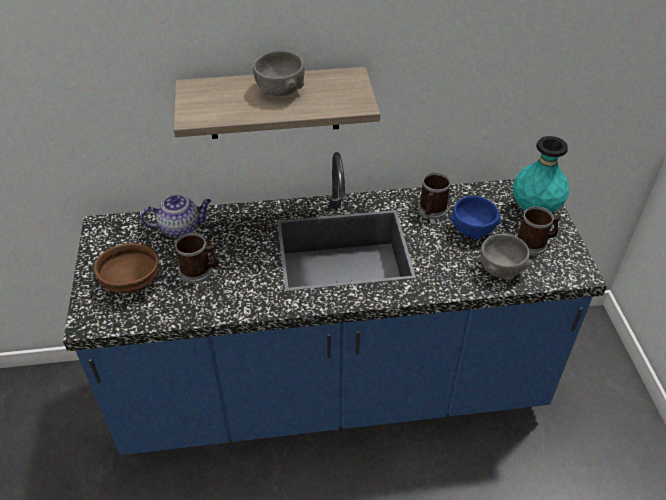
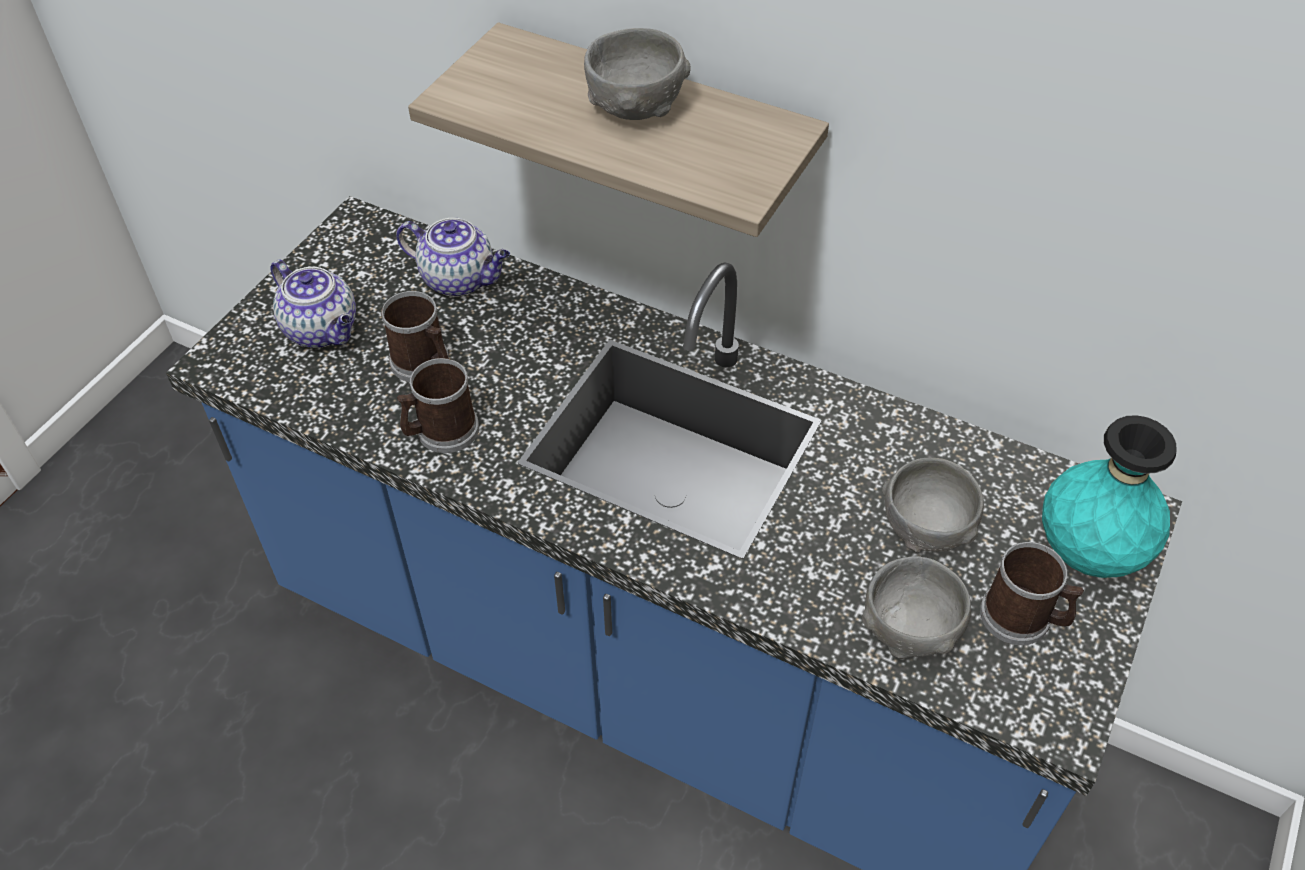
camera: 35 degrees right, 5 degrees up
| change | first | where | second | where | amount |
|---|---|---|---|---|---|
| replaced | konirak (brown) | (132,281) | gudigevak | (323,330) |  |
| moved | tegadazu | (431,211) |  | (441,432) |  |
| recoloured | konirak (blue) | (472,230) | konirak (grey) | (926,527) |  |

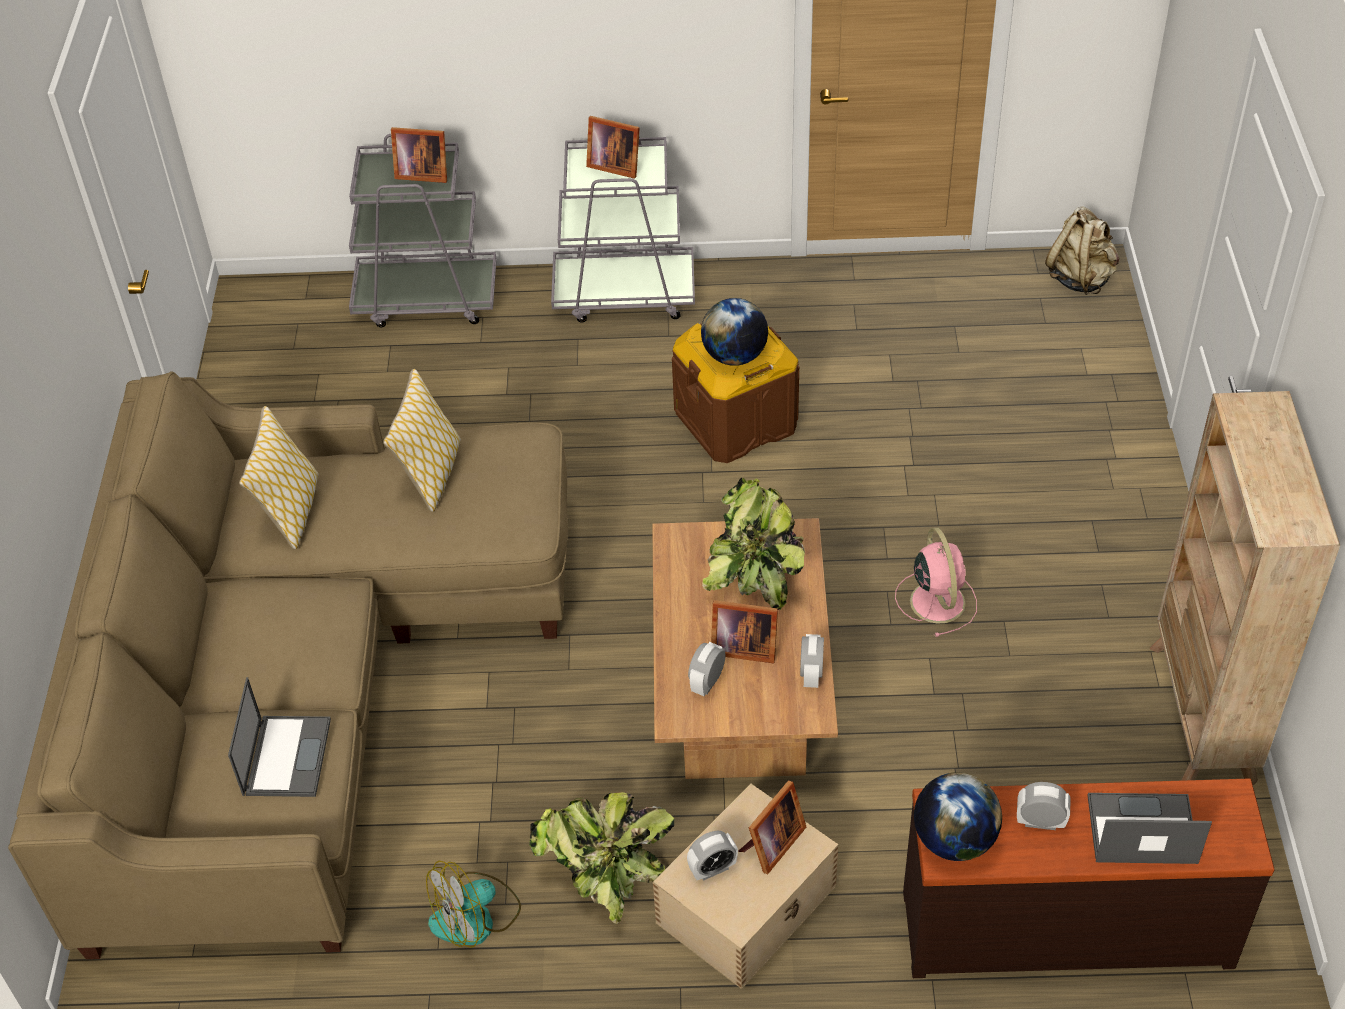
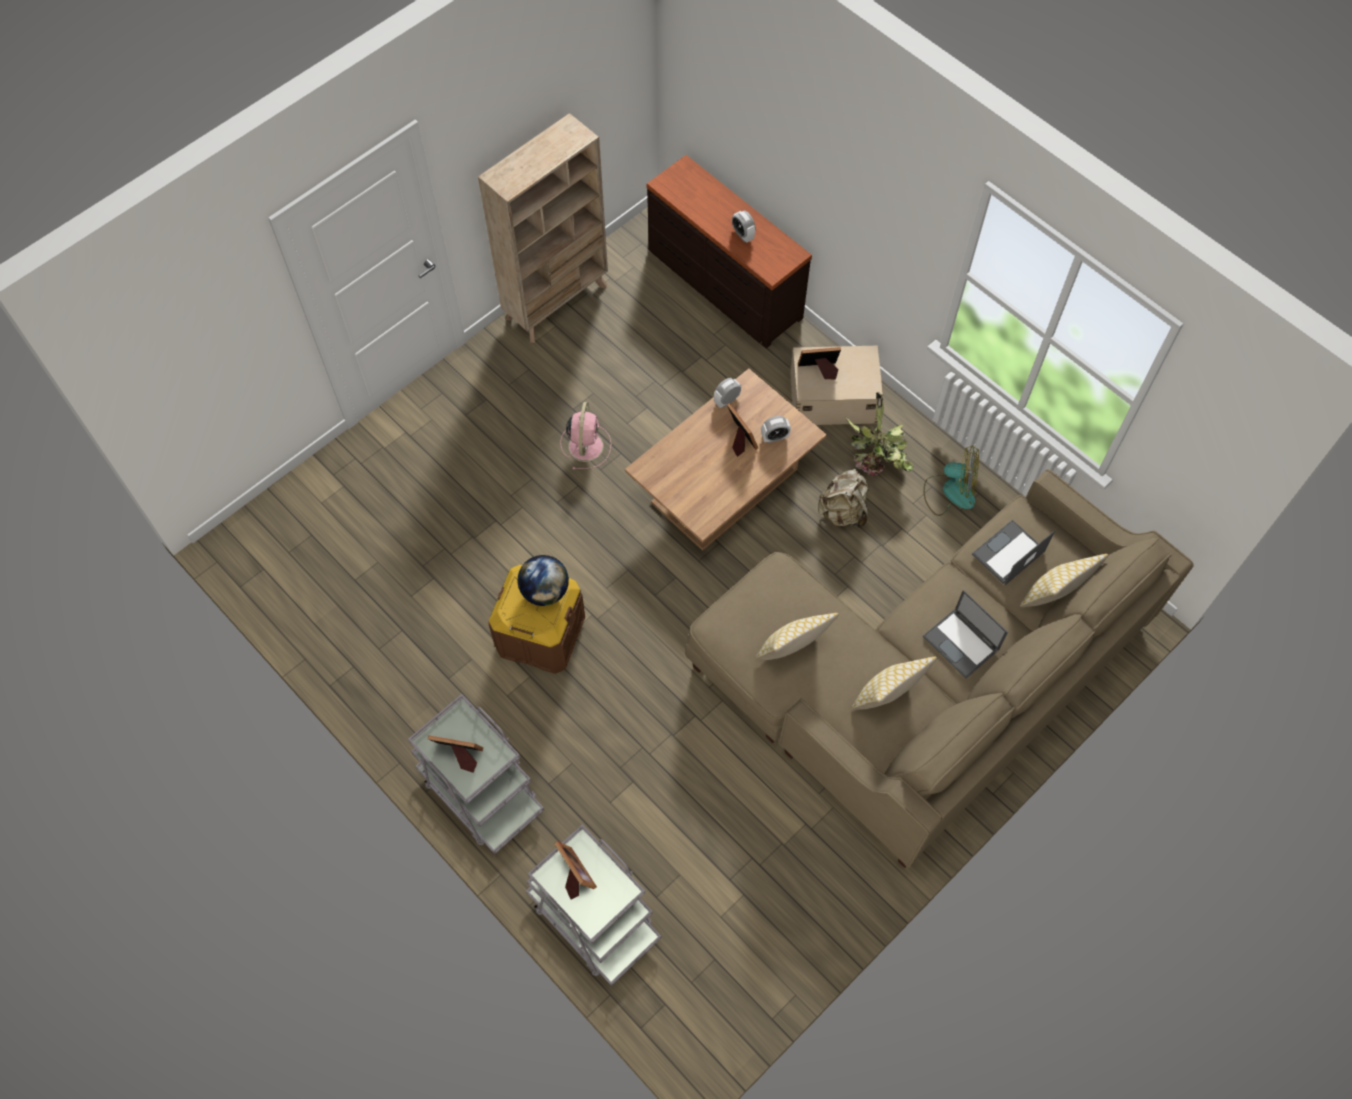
camera: 135 degrees left, 15 degrees up
| change | first | where | second | where | amount |
|---|---|---|---|---|---|
| turned | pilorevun | (613,165) |  | (460,755) | 60 degrees counterclockwise |
| turned | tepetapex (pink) | (936,600) |  | (586,445) | 150 degrees clockwise |
| moved | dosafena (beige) | (1080,278) |  | (843,512) |  |
| moved | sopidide | (1140,830) |  | (961,643) |  |
| added |  |  | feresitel | (1054,595) |  |
| removed | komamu | (712,869) |  |  |  |
| removed | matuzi | (755,571) |  |  |  |
| removed | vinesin | (954,840) |  |  |  |

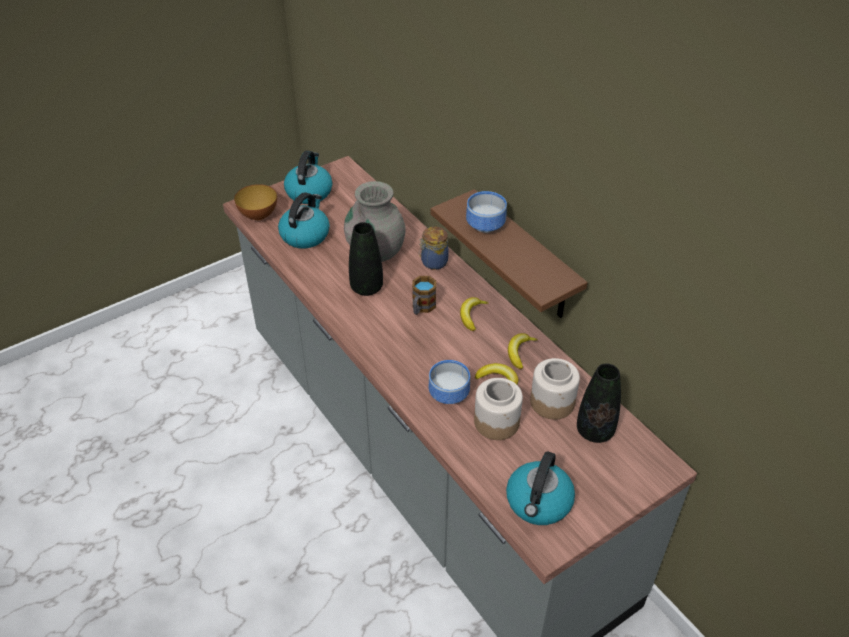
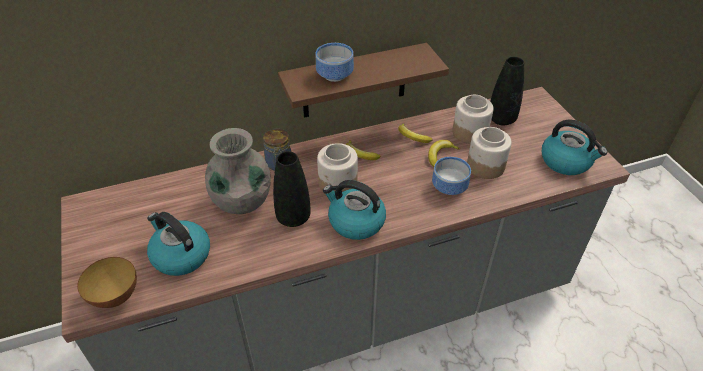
camera: 75 degrees left, 0 degrees up
| change | first | where | second | where | amount |
|---|---|---|---|---|---|
| replaced | tegadazu | (422,308) | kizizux | (338,183) |  |
| moved | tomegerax | (309,192) |  | (355,222) |  |

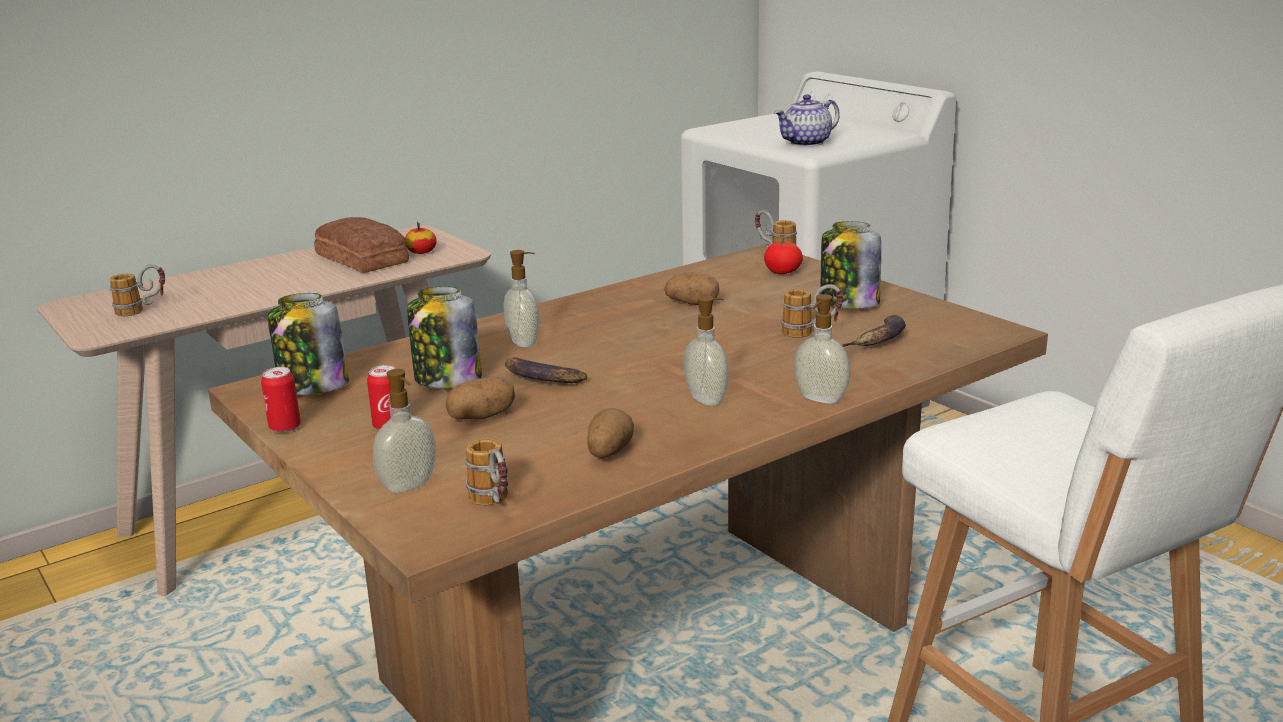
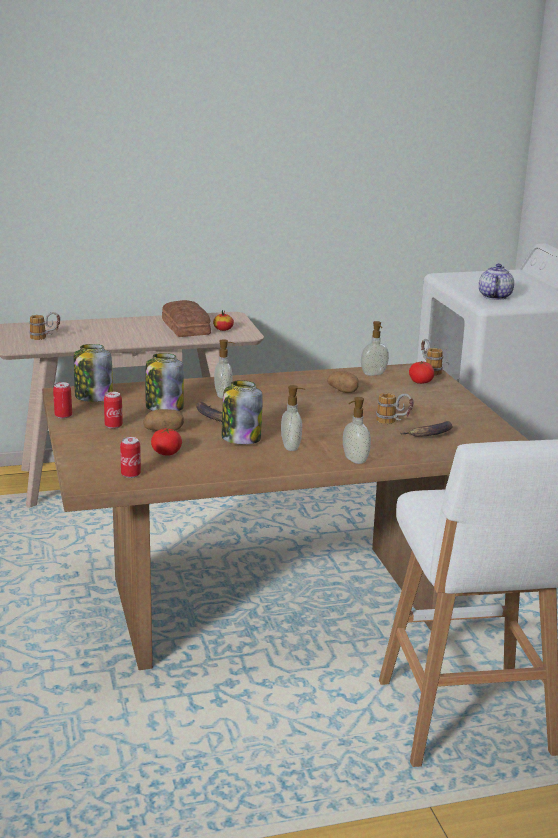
camera: 20 degrees right, 0 degrees up
| change | first | where | second | where | amount |
|---|---|---|---|---|---|
| replaced | tegadazu | (494,504) | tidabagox | (131,474) |  |
| added |  |  | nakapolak | (166,453) |  |
| moved | kizizux | (848,303) |  | (240,438) |  |
| moved | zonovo | (409,486) |  | (374,374) |  |
| turned | gudigevak | (806,143) |  | (494,296) | 120 degrees clockwise |
| removed | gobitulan | (608,452) |  |  |  |

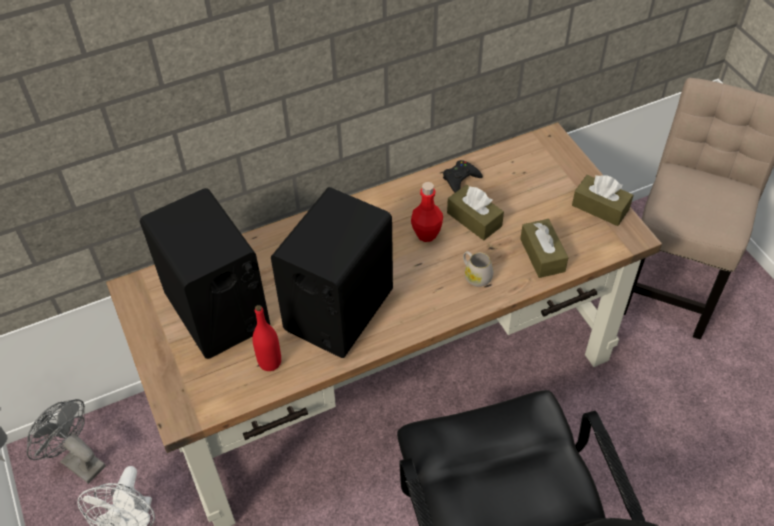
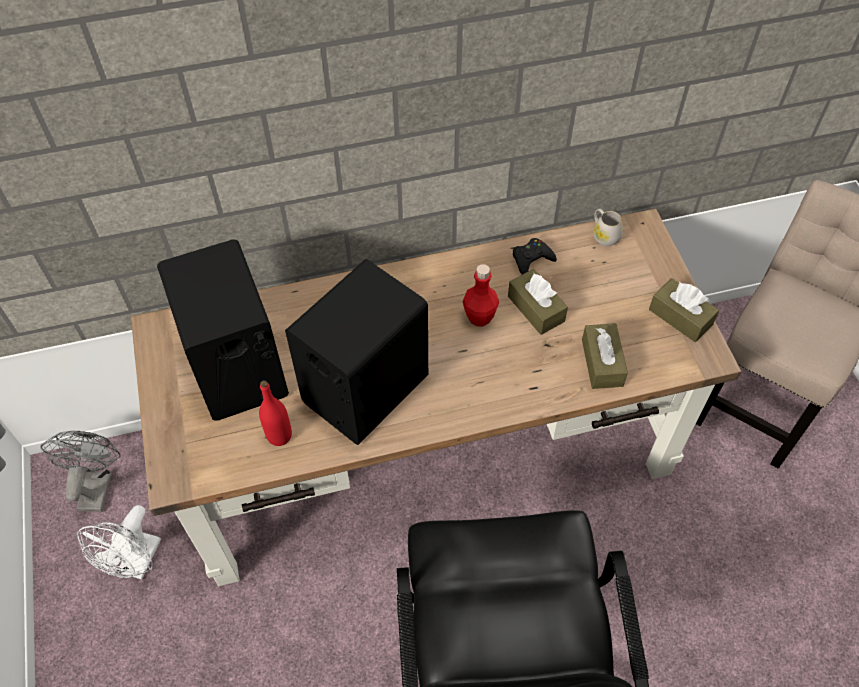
camera: 10 degrees right, 5 degrees up
| change | first | where | second | where | amount |
|---|---|---|---|---|---|
| turned | tepetapex (grey) | (78,461) |  | (96,485) | 45 degrees clockwise |
| moved | tegadazu (white) | (475,276) |  | (604,235) |  |

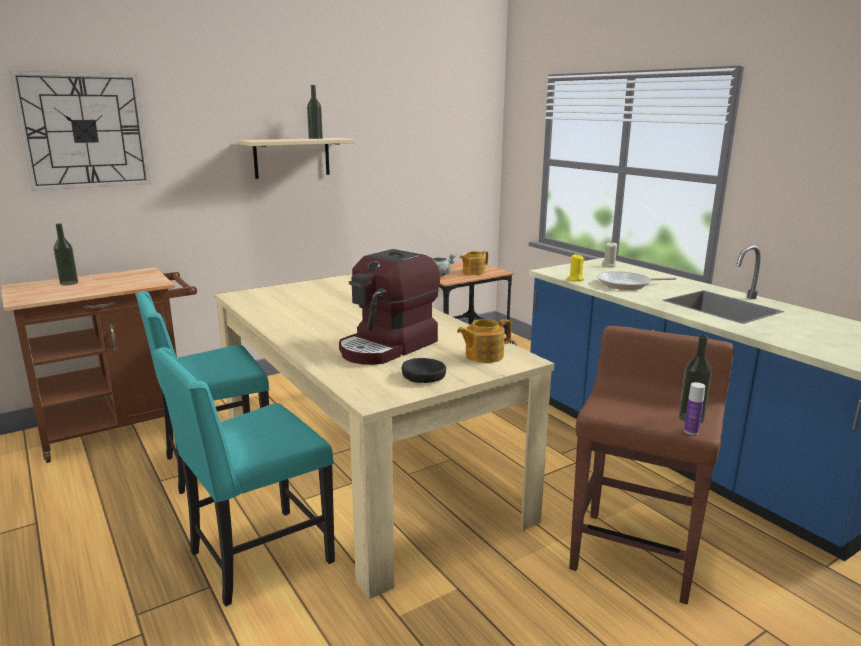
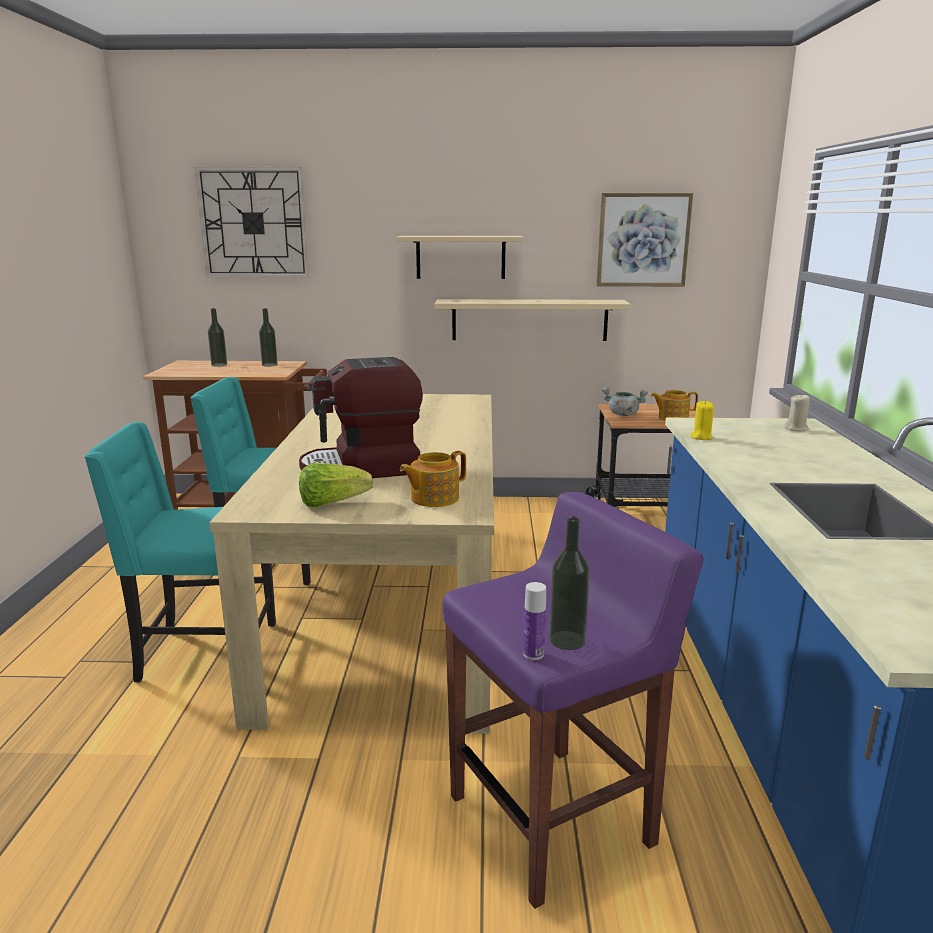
camera: 35 degrees right, 0 degrees up
| change | first | where | second | where | amount |
|---|---|---|---|---|---|
| moved | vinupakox | (315,138) |  | (269,365) |  |
| replaced | konirak (black) | (423,376) | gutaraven | (332,503) |  |
| turned | gudigevak | (483,356) |  | (433,498) | 45 degrees counterclockwise |
| added |  |  | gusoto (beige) | (529,320) |  |
| recoloured | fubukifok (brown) | (635,554) | fubukifok (purple) | (553,819) |  |
| added |  |  | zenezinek | (643,240) |  |
| removed | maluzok | (627,284) |  |  |  |

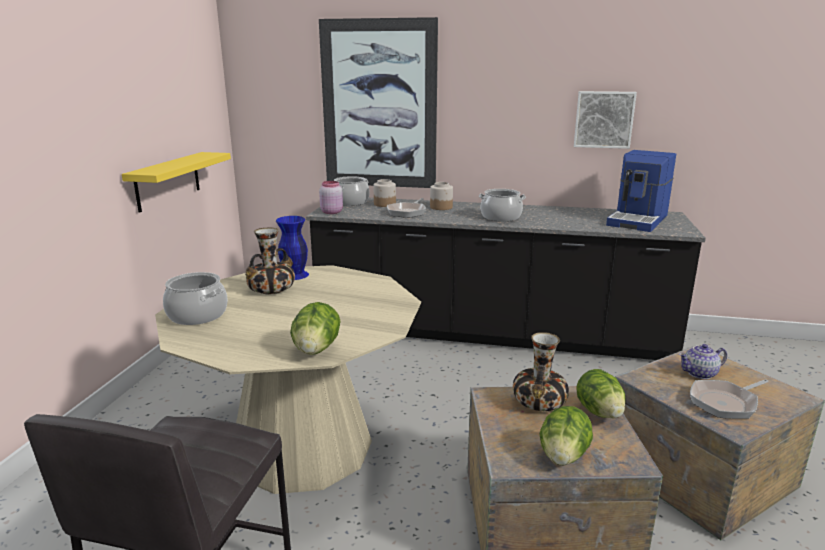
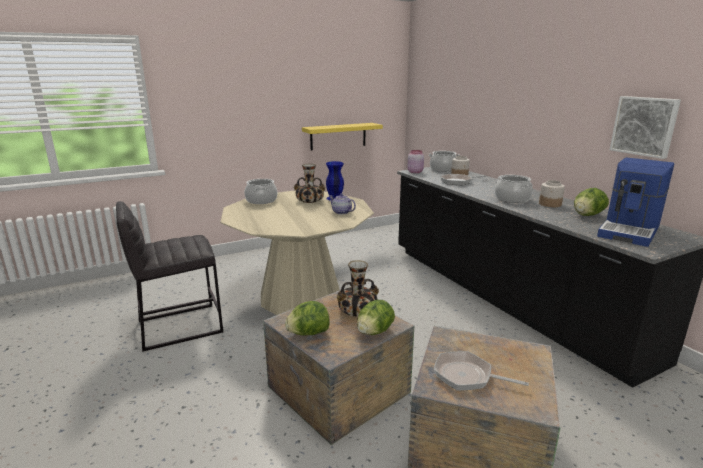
camera: 50 degrees right, 0 degrees up
| change | first | where | second | where | amount |
|---|---|---|---|---|---|
| moved | gudigevak | (700,373) |  | (342,212) |  |
| moved | kizizux | (441,207) |  | (550,204) |  |
| moved | gutaraven | (316,350) |  | (587,215) |  |
| turned | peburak | (638,220) |  | (630,231) | 45 degrees counterclockwise |
| removed | zenezinek | (379,105) |  |  |  |

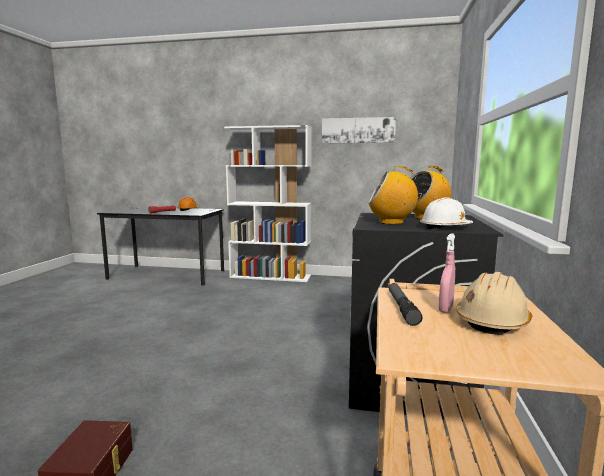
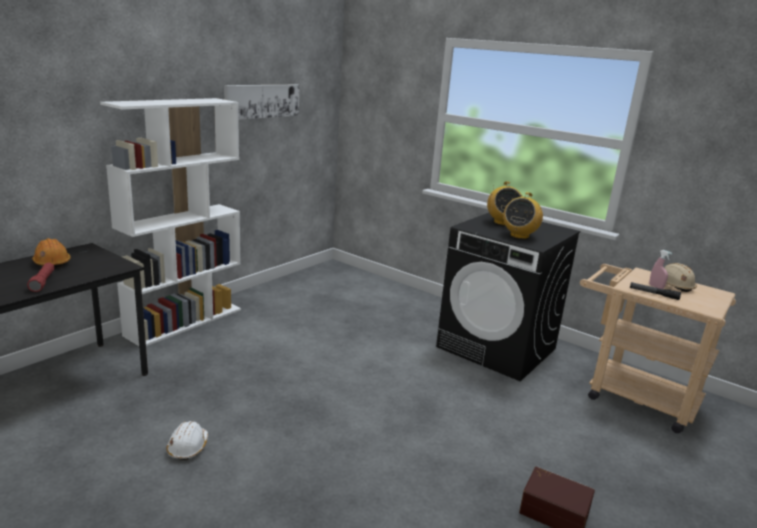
camera: 65 degrees left, 10 degrees up
| change | first | where | second | where | amount |
|---|---|---|---|---|---|
| moved | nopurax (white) | (445,227) |  | (188,447) |  |

